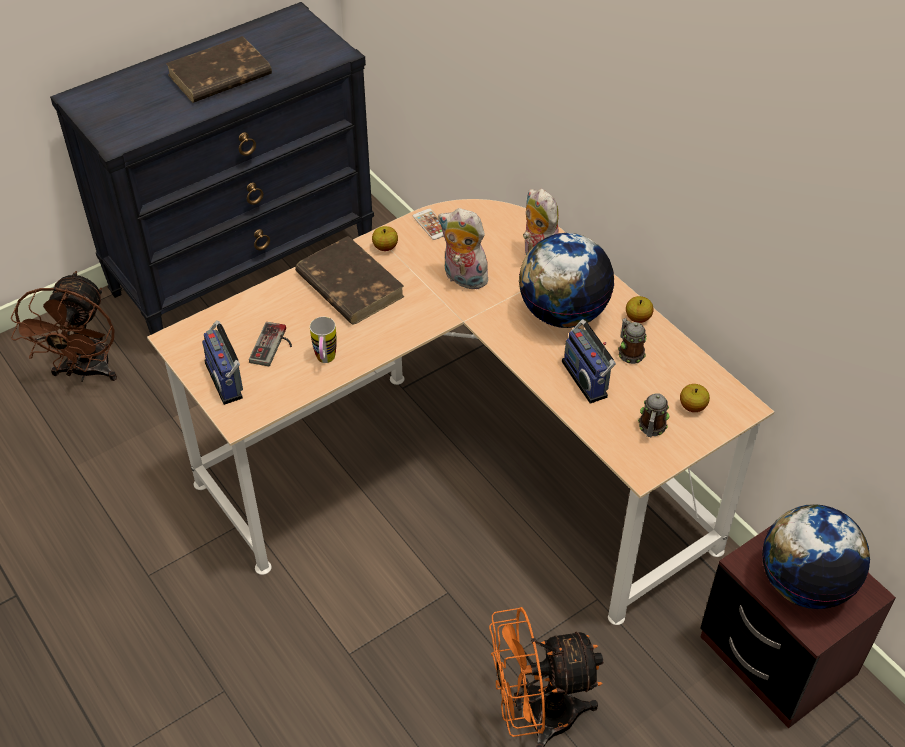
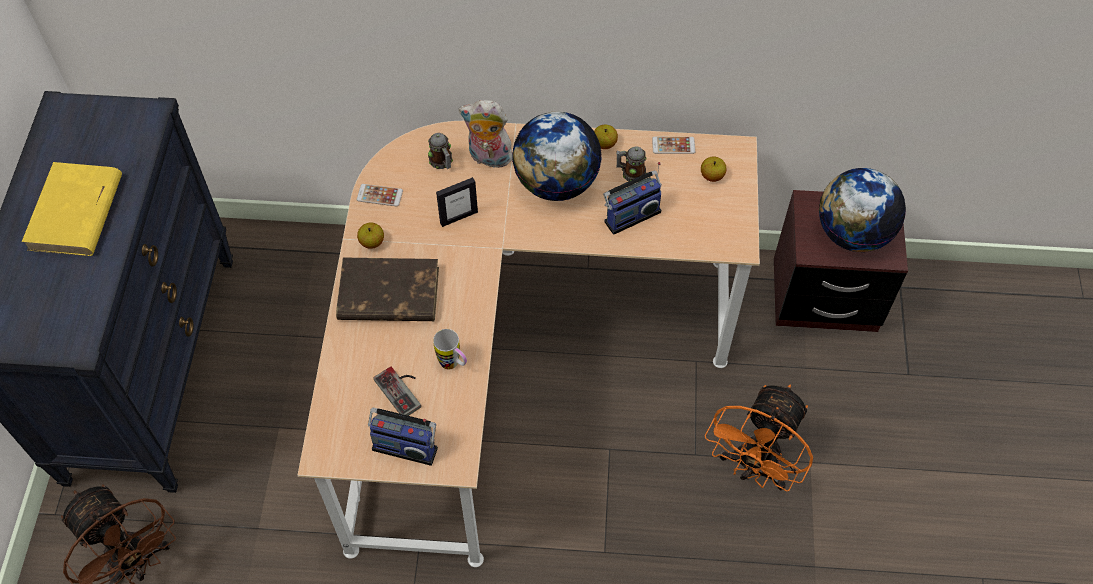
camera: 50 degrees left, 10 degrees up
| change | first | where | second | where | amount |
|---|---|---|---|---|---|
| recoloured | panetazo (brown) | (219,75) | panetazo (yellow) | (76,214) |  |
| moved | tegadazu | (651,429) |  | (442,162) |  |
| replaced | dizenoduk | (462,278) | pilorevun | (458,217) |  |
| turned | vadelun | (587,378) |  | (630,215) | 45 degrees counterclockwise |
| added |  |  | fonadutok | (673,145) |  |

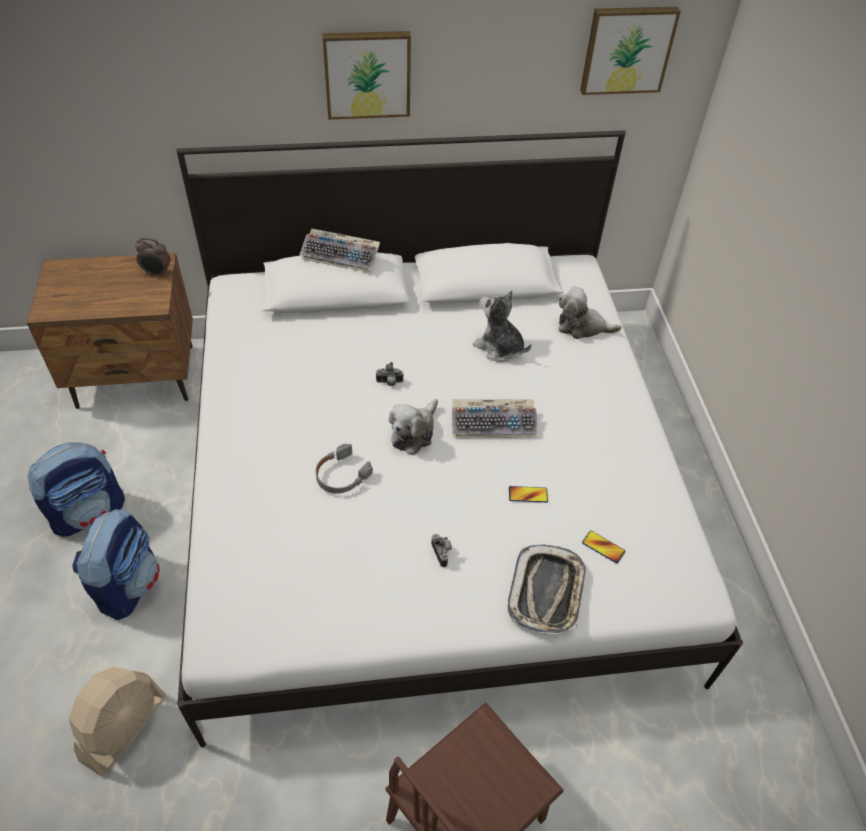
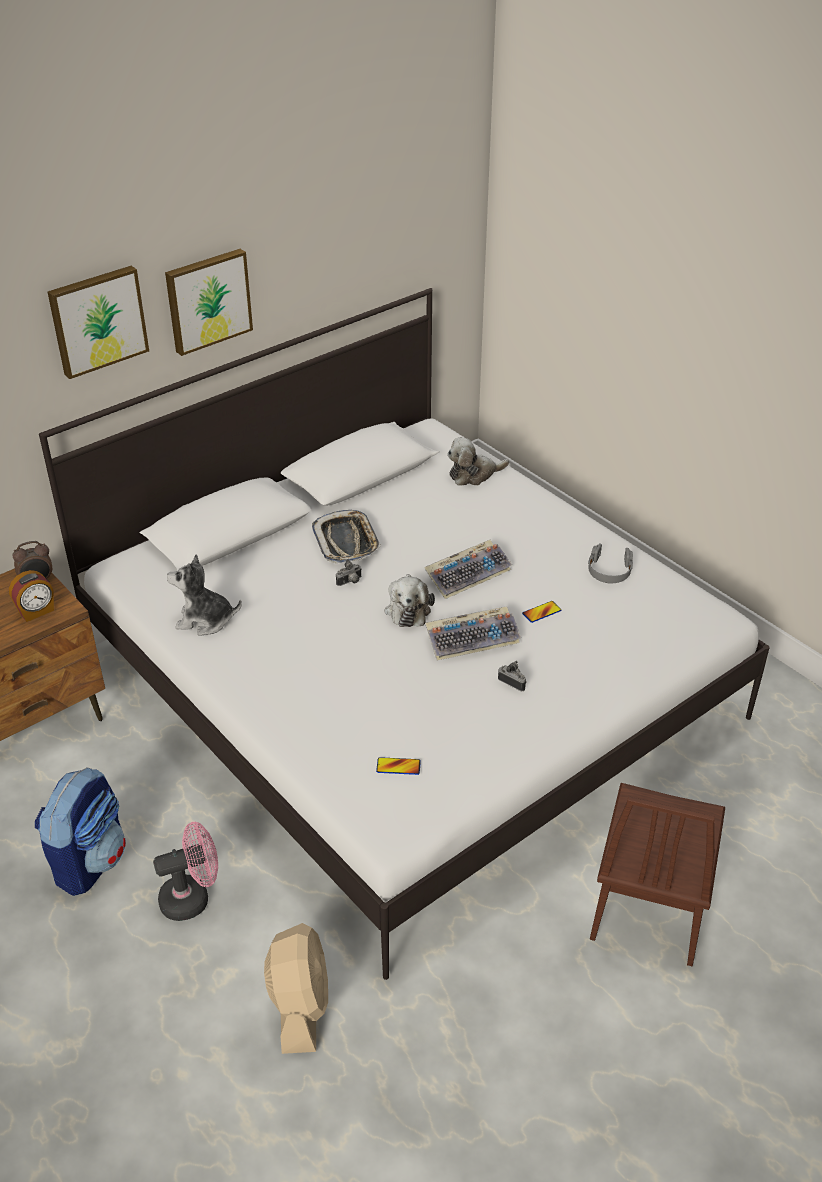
camera: 30 degrees left, 10 degrees down
| change | first | where | second | where | amount |
|---|---|---|---|---|---|
| added |  |  | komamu | (36,611) |  |
| moved | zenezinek | (627,49) |  | (97,320) |  |
| replaced | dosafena | (128,584) | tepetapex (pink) | (192,898) |  |
| moved | dizenoduk | (499,348) |  | (205,620) |  |
| moved | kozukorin | (546,592) |  | (346,541) |  |
| moved | fonadutok | (603,547) |  | (398,767) |  |
| moved | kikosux | (342,256) |  | (473,638) |  |
| moved | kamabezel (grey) | (341,475) |  | (609,570) |  |

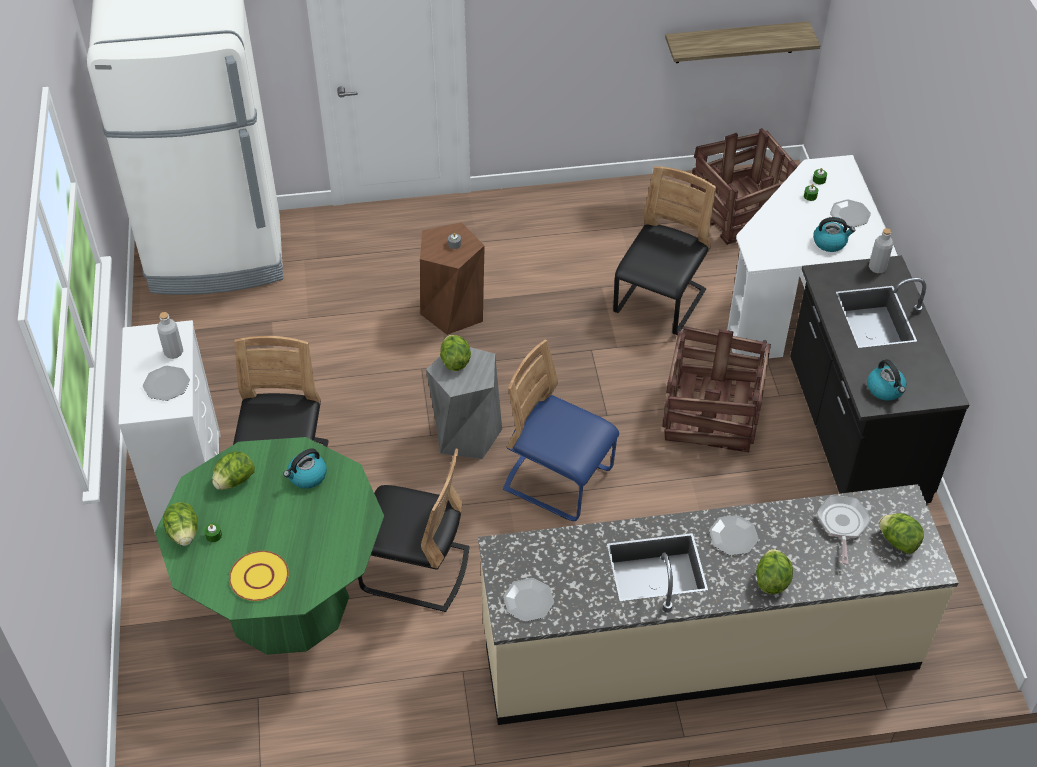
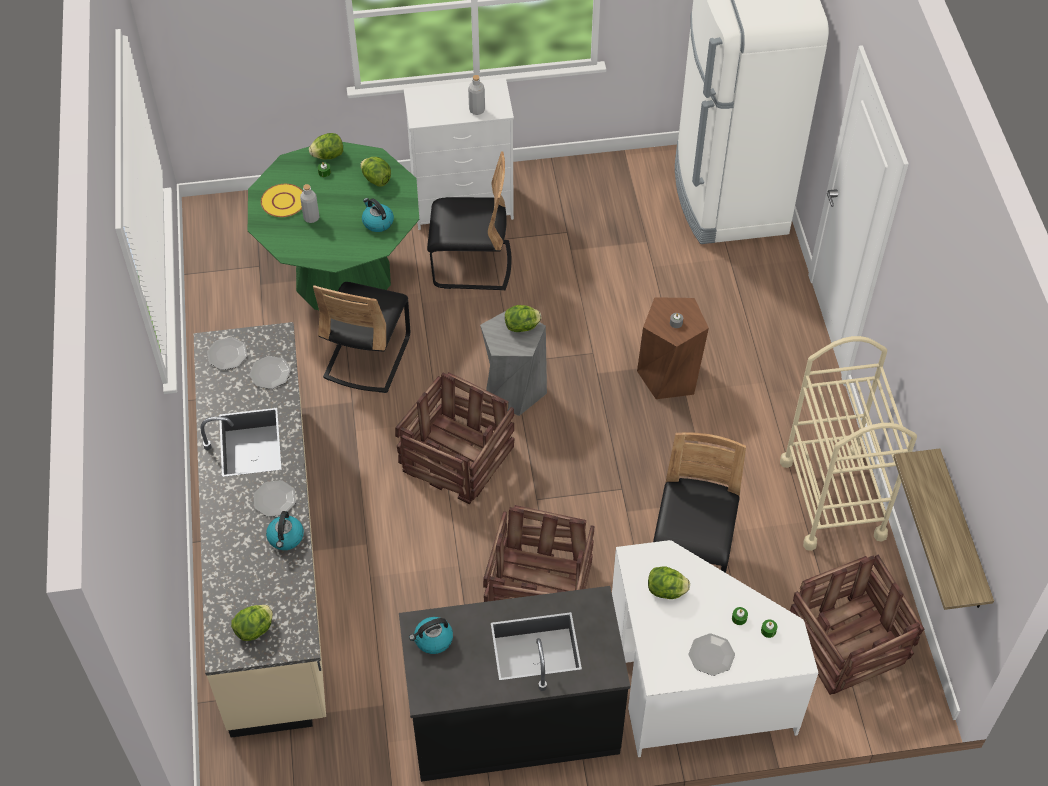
camera: 90 degrees right, 5 degrees up
| change | first | where | second | where | amount |
|---|---|---|---|---|---|
| moved | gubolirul | (166,384) |  | (270,373) |  |
| moved | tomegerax | (830,242) |  | (286,538) |  |
| moved | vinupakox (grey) | (877,268) |  | (311,217) |  |
| replaced | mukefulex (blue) | (558,480) | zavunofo | (458,458) |  |
| moved | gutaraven | (771,580) |  | (666,590) |  |
| turned | mukefulex (black) | (659,303) |  | (691,552) | 105 degrees counterclockwise |
| added |  |  | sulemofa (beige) | (832,498) |  |
| removed | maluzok | (842,525) |  |  |  |

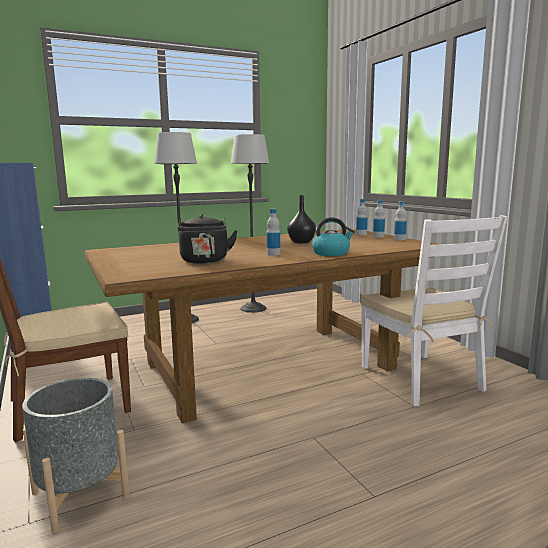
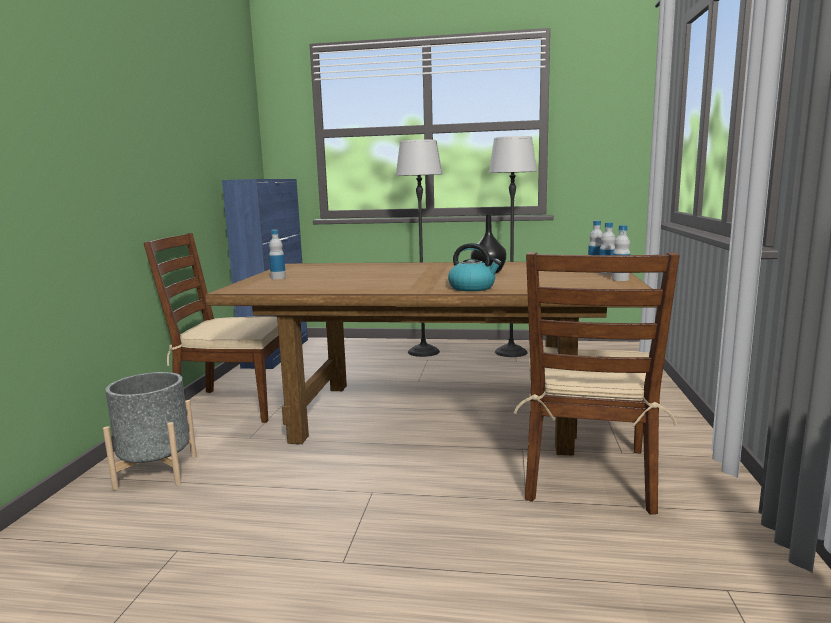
camera: 35 degrees right, 0 degrees up
| change | first | where | second | where | amount |
|---|---|---|---|---|---|
| moved | vinupakox | (273,254) |  | (278,278) |  |
| recoloured | mukefulex (white) | (421,378) | mukefulex (brown) | (587,474) |  |
| removed | tomegerax (black) | (205,261) |  |  |  |

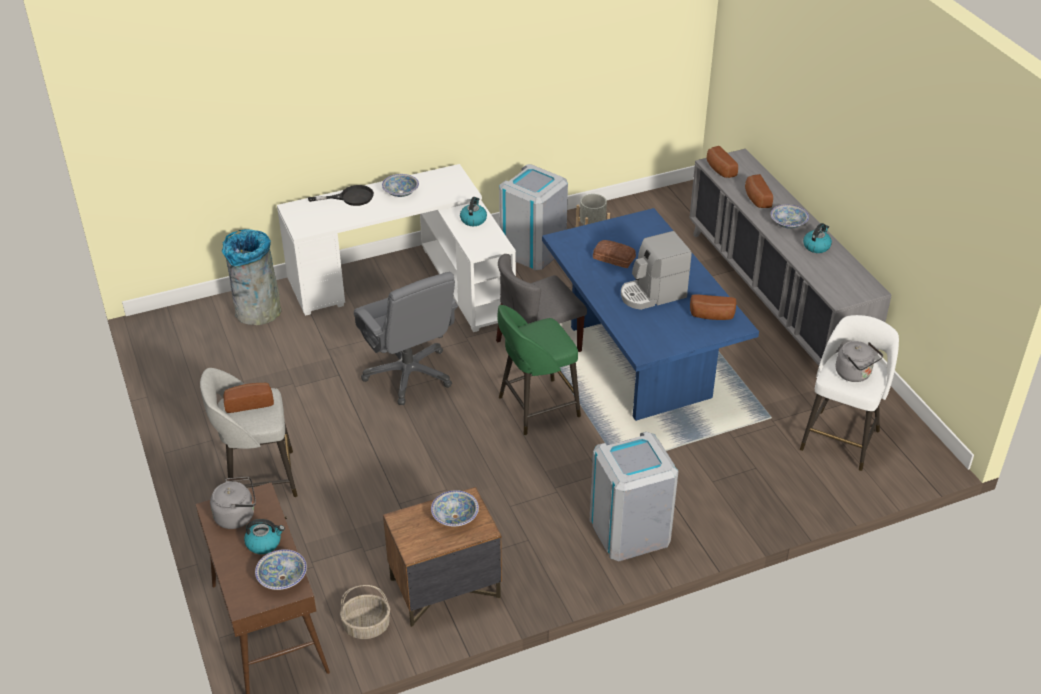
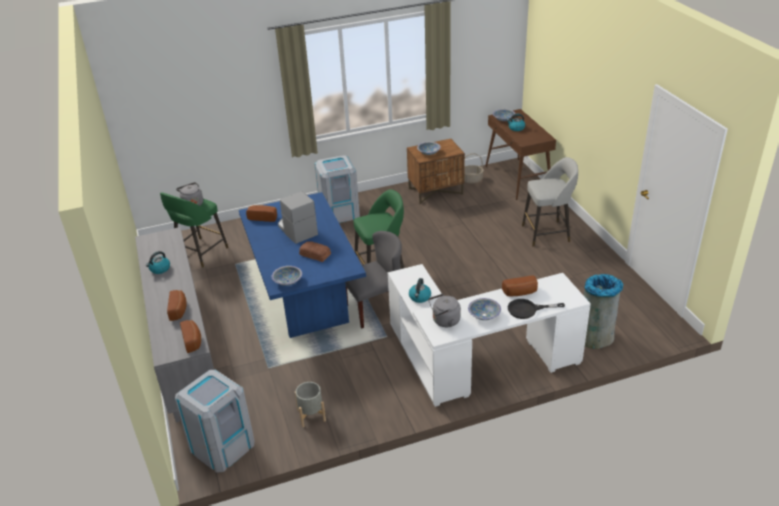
camera: 175 degrees left, 5 degrees down
| change | first | where | second | where | amount |
|---|---|---|---|---|---|
| recoloured | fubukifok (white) | (841,438) | fubukifok (green) | (200,253) |  |
| moved | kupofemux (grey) | (533,250) |  | (222,446) |  |
| moved | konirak | (788,223) |  | (287,281) |  |
| turned | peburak | (652,294) |  | (297,230) | 105 degrees counterclockwise |
| moved | tomegerax (grey) | (237,516) |  | (444,321) |  |
| moved | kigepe | (249,403) |  | (520,293) |  |
| removed | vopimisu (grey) | (409,374) |  |  |  |

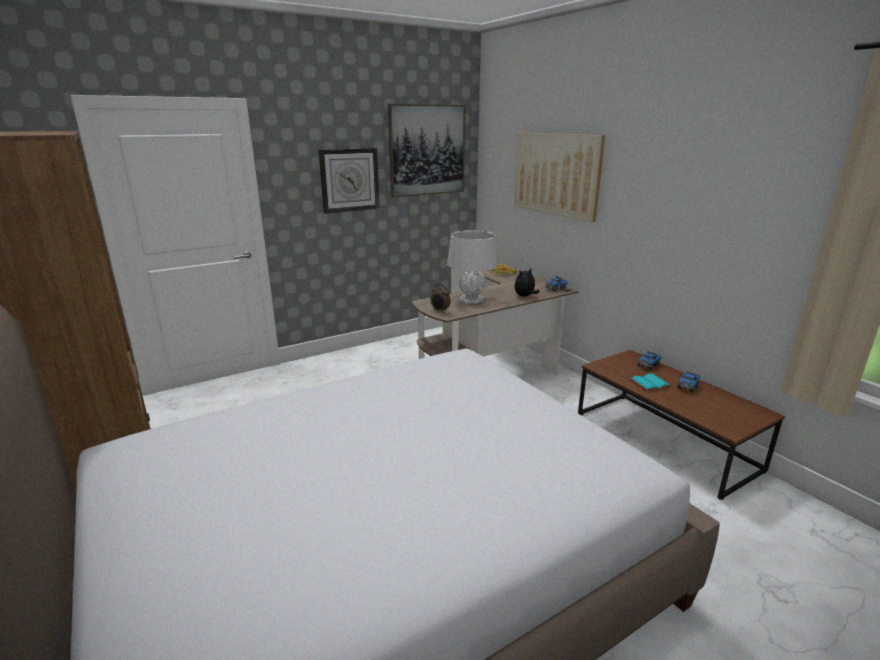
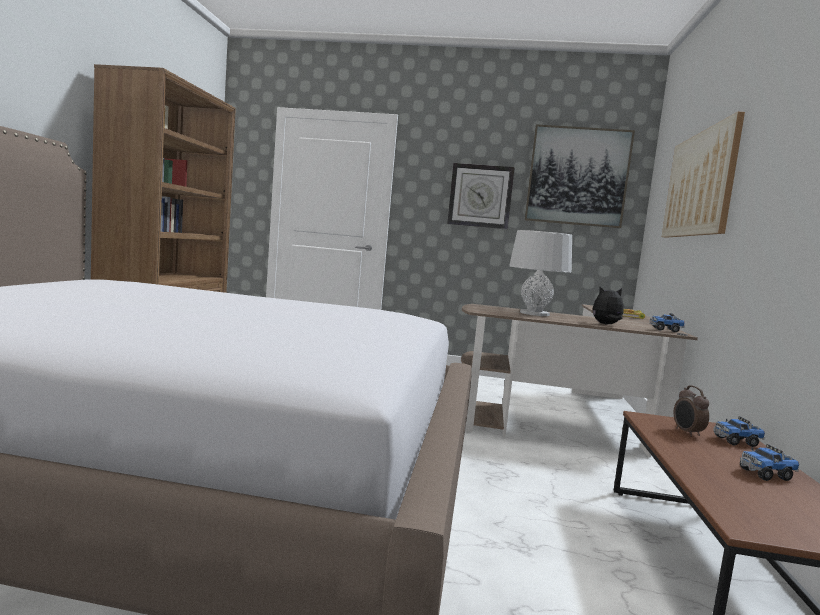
camera: 40 degrees right, 15 degrees down
| change | first | where | second | where | amount |
|---|---|---|---|---|---|
| moved | komamu | (440,311) |  | (687,433) |  |
| removed | panetazo (turquoise) | (650,384) |  |  |  |

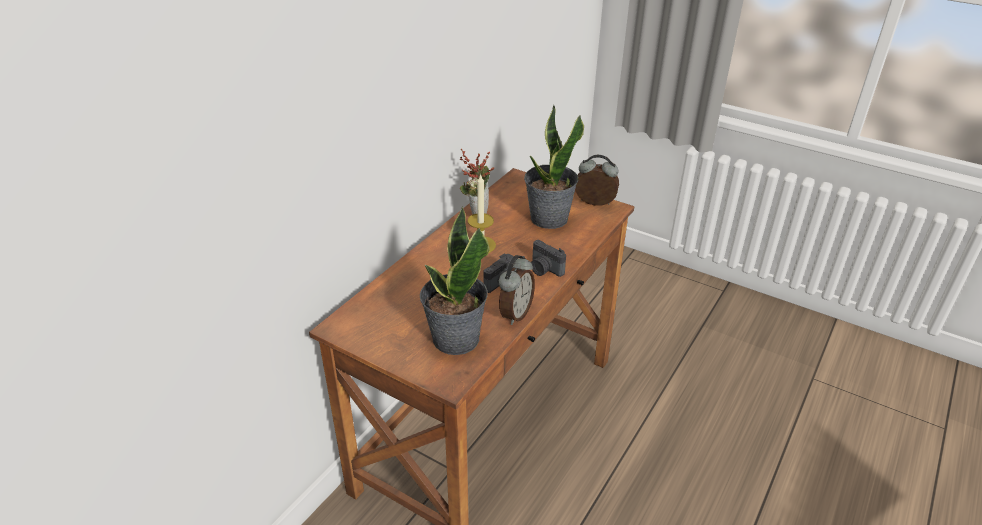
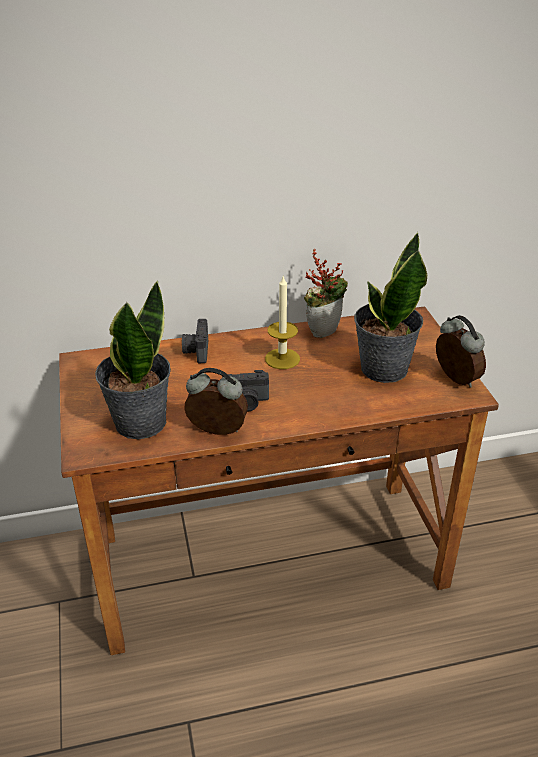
camera: 45 degrees right, 0 degrees up
| change | first | where | second | where | amount |
|---|---|---|---|---|---|
| moved | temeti | (544,269) |  | (196,351) |  |
| turned | komamu | (514,314) |  | (217,432) | 150 degrees counterclockwise |

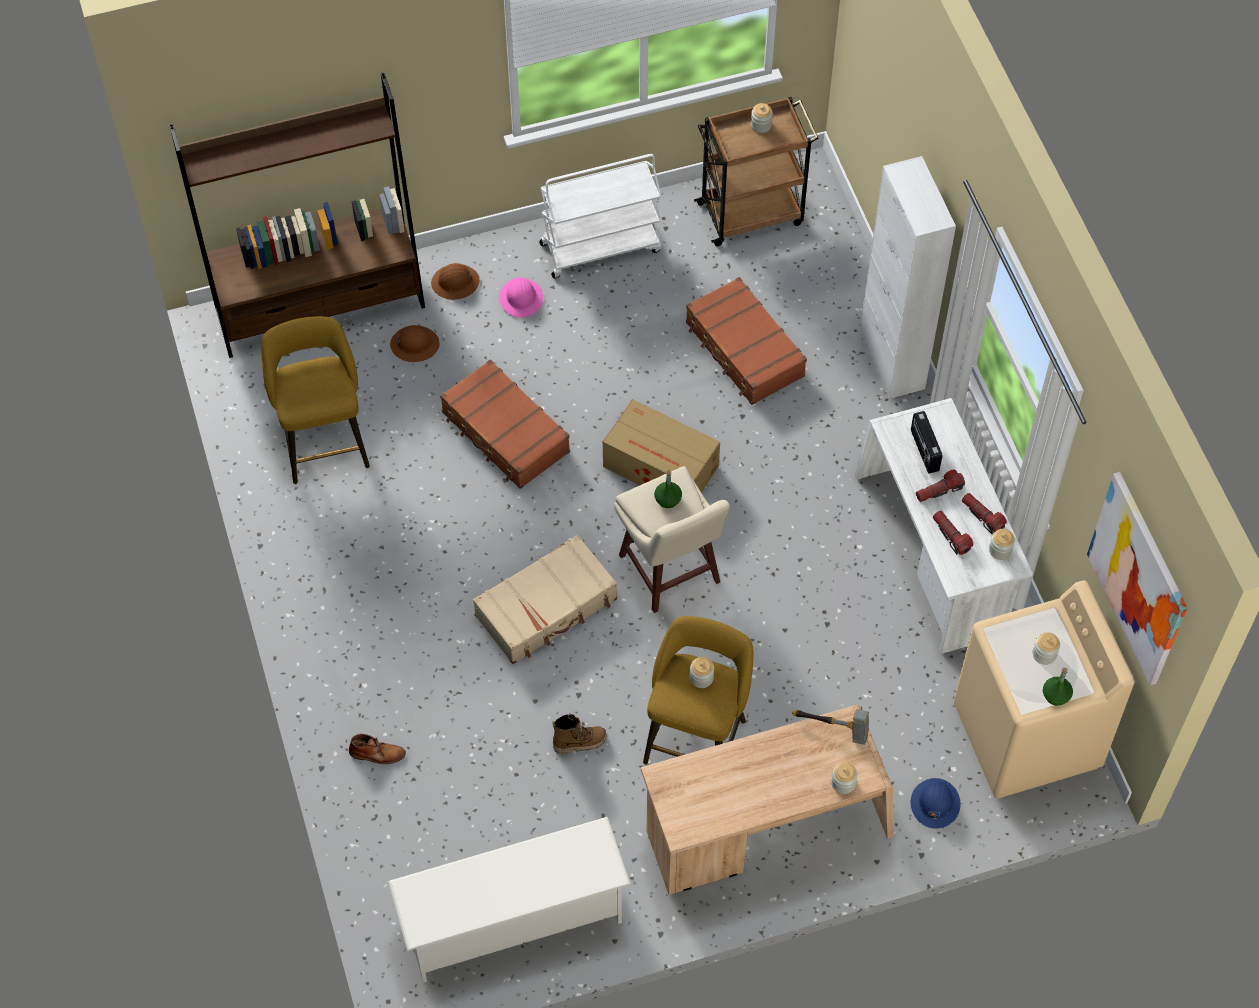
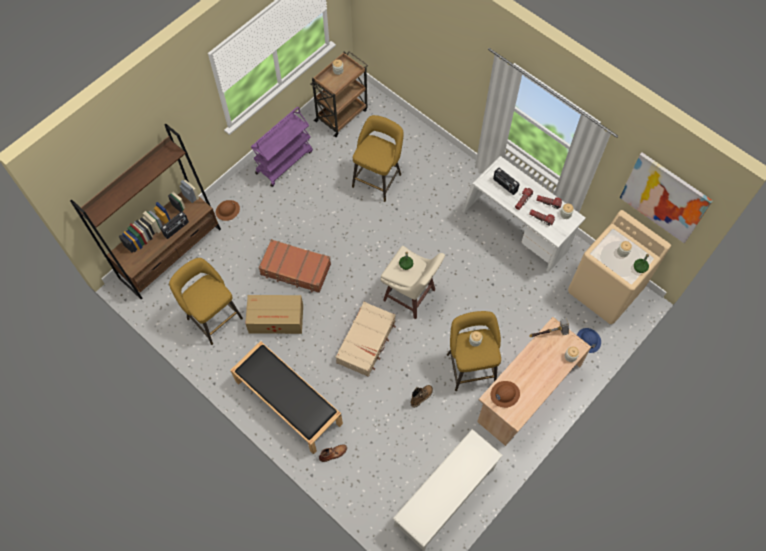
camera: 30 degrees left, 5 degrees up
| change | first | where | second | where | amount |
|---|---|---|---|---|---|
| added |  |  | vadelun | (176,229) |  |
| added |  |  | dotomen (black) | (287,402) |  |
| moved | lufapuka | (661,468) |  | (277,319) |  |
| recoloured | sulemofa (white) | (601,246) | sulemofa (purple) | (284,161) |  |
| replaced | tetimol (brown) | (744,350) | fubukifok (yellow) | (378,178) |  |
| moved | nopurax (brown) | (414,344) |  | (504,394) |  |
| removed | nopurax (pink) | (521,298) |  |  |  |
| removed | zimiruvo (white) | (891,360) |  |  |  |

